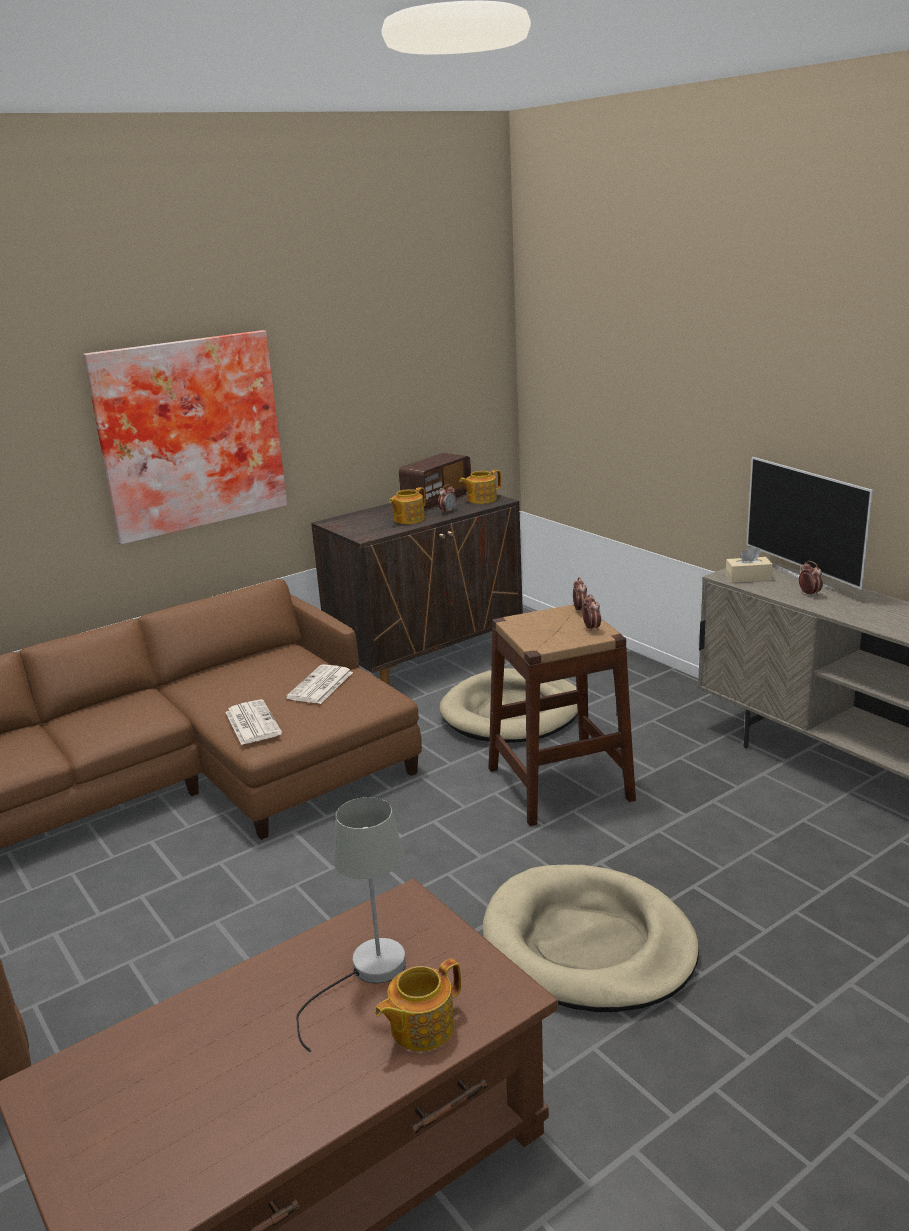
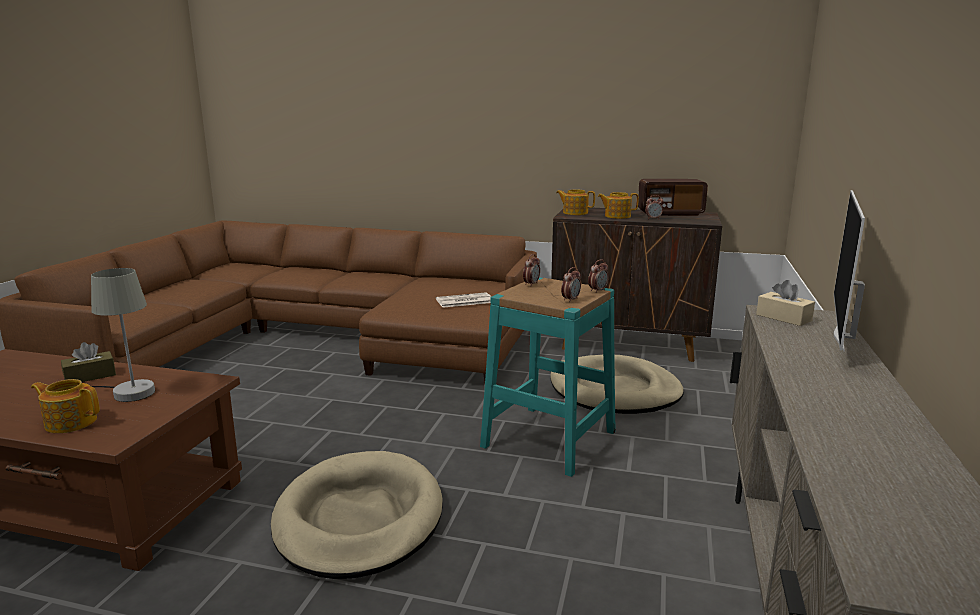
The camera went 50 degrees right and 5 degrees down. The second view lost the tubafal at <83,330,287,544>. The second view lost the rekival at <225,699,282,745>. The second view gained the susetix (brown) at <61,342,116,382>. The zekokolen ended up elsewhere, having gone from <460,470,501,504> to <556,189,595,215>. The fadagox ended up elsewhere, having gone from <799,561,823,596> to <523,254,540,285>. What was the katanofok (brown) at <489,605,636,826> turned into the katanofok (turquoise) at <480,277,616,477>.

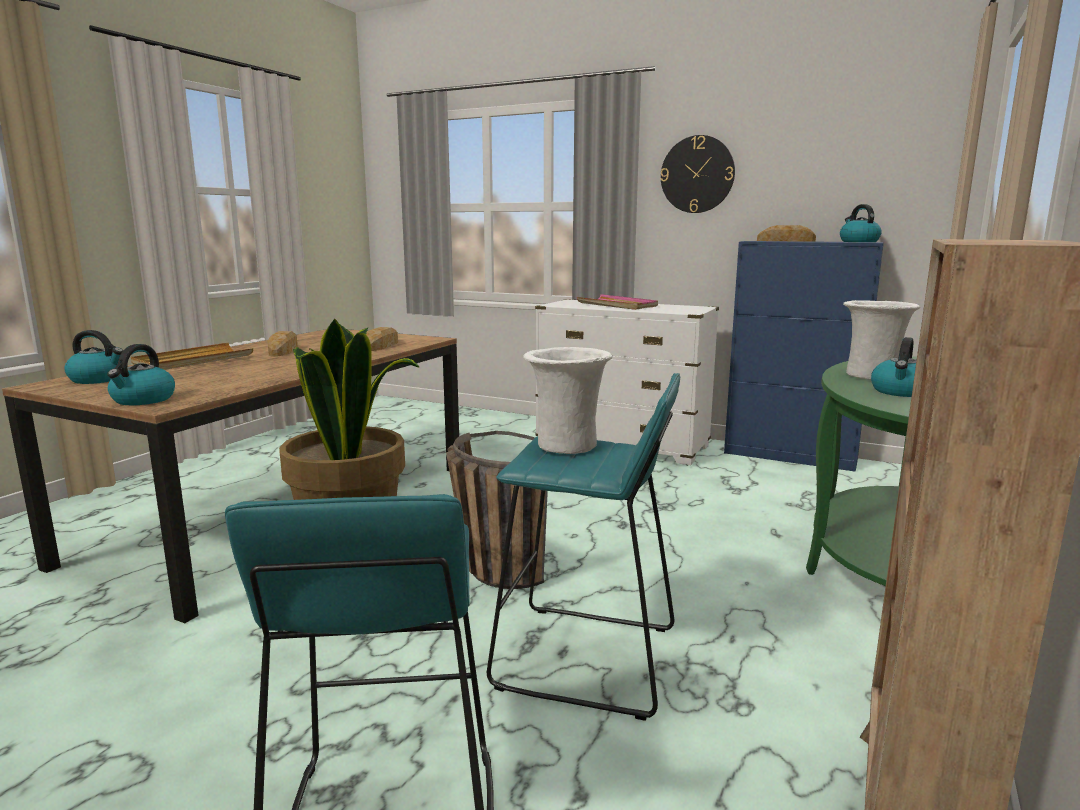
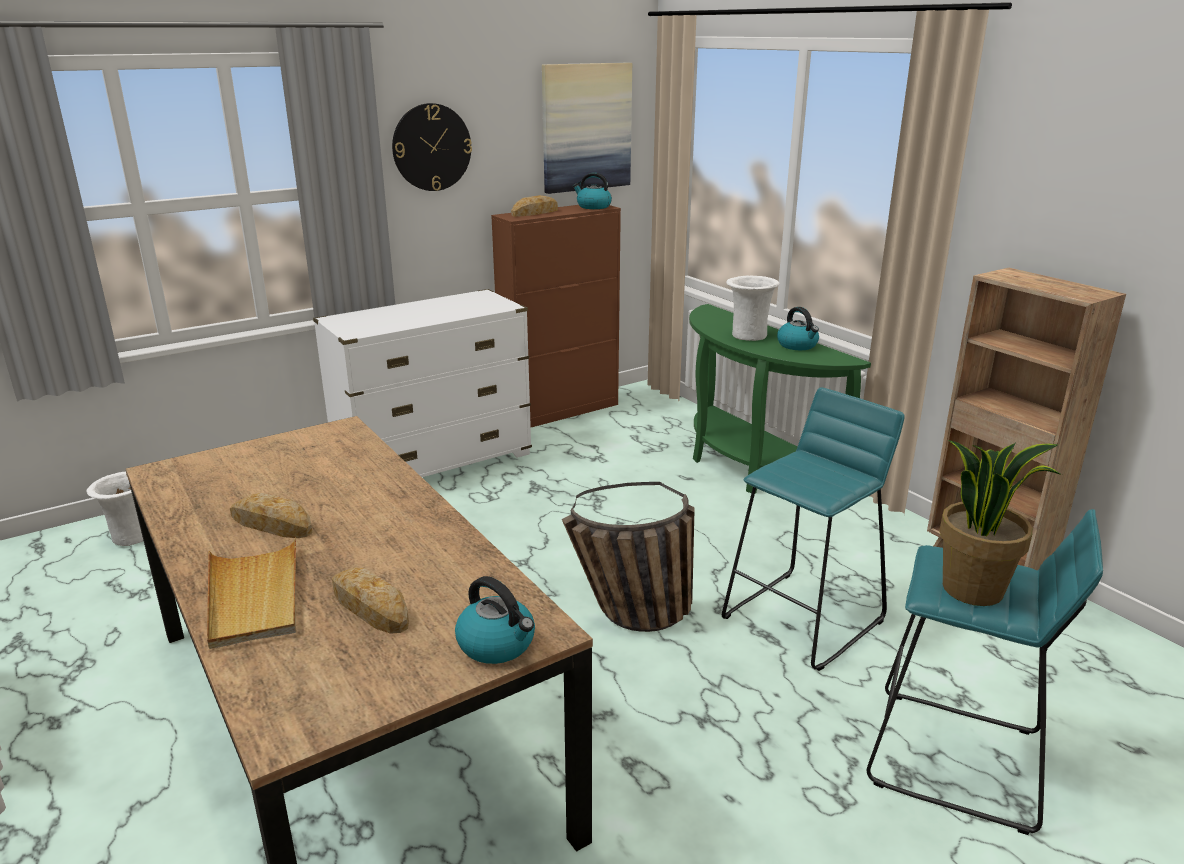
The camera went 60 degrees left and 10 degrees up. The second view lost the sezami at <64,330,123,384>. The second view lost the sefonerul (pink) at <576,294,658,310>. The second view gained the tubafal at <542,63,632,194>. The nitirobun ended up elsewhere, having gone from <366,327,398,351> to <332,567,409,634>. The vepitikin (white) ended up elsewhere, having gone from <523,347,612,454> to <86,472,143,546>. What was the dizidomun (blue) at <724,241,884,472> turned into the dizidomun (brown) at <491,205,621,427>.

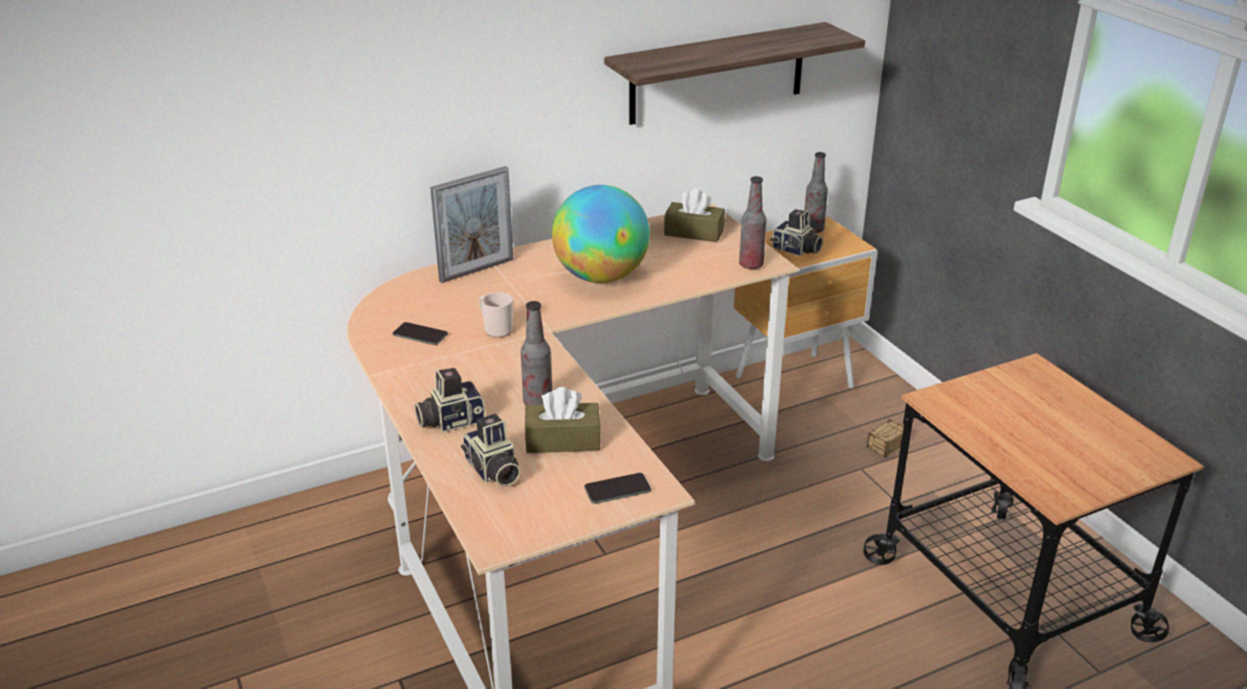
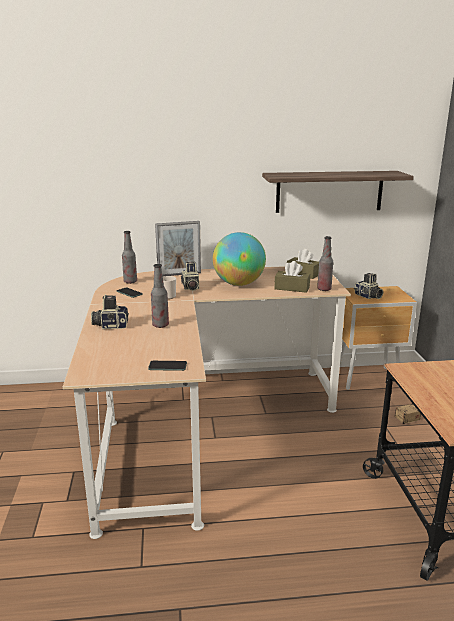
The camera went 20 degrees right and 10 degrees down. The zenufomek ended up elsewhere, having gone from <461,414,521,487> to <181,262,199,291>. The susetix (brown) ended up elsewhere, having gone from <525,387,601,453> to <274,261,310,293>. The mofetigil ended up elsewhere, having gone from <804,152,828,233> to <122,231,137,284>.

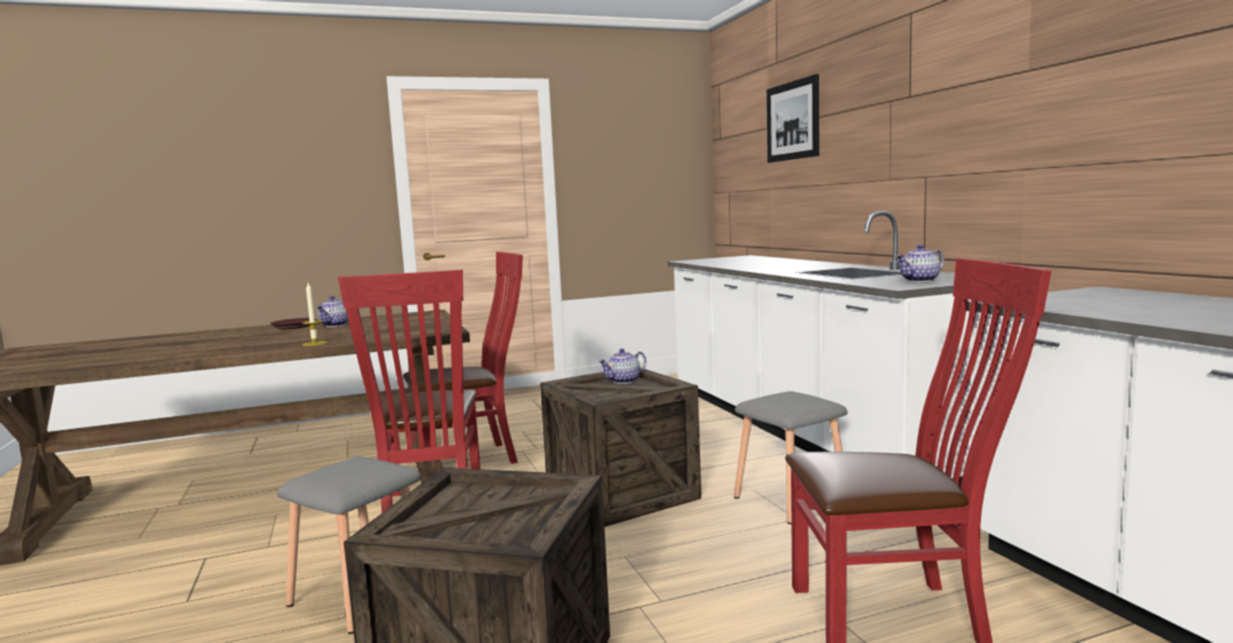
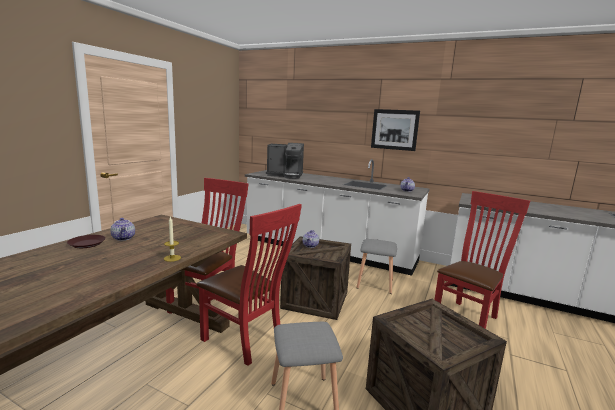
The camera went 45 degrees left and 5 degrees up. The second view gained the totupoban at <266,143,304,179>. The tubafal ended up elsewhere, having gone from <767,74,819,163> to <371,109,420,151>.

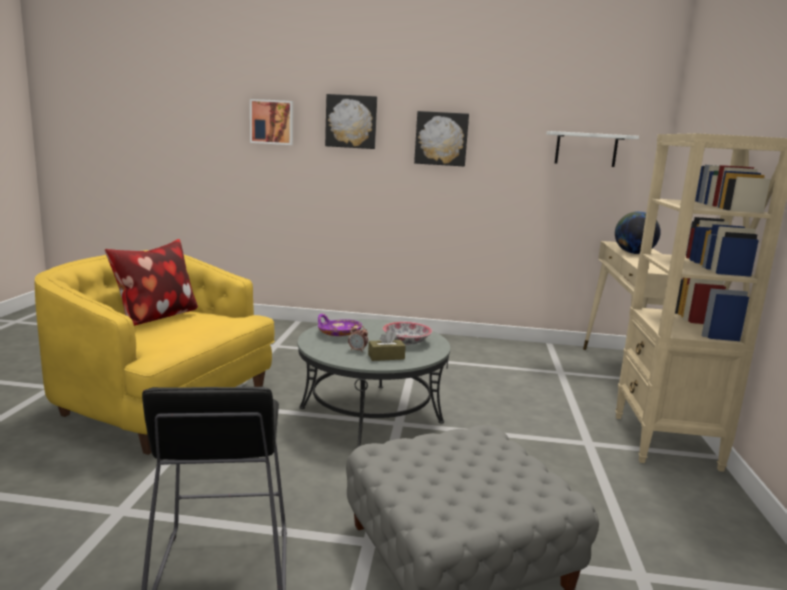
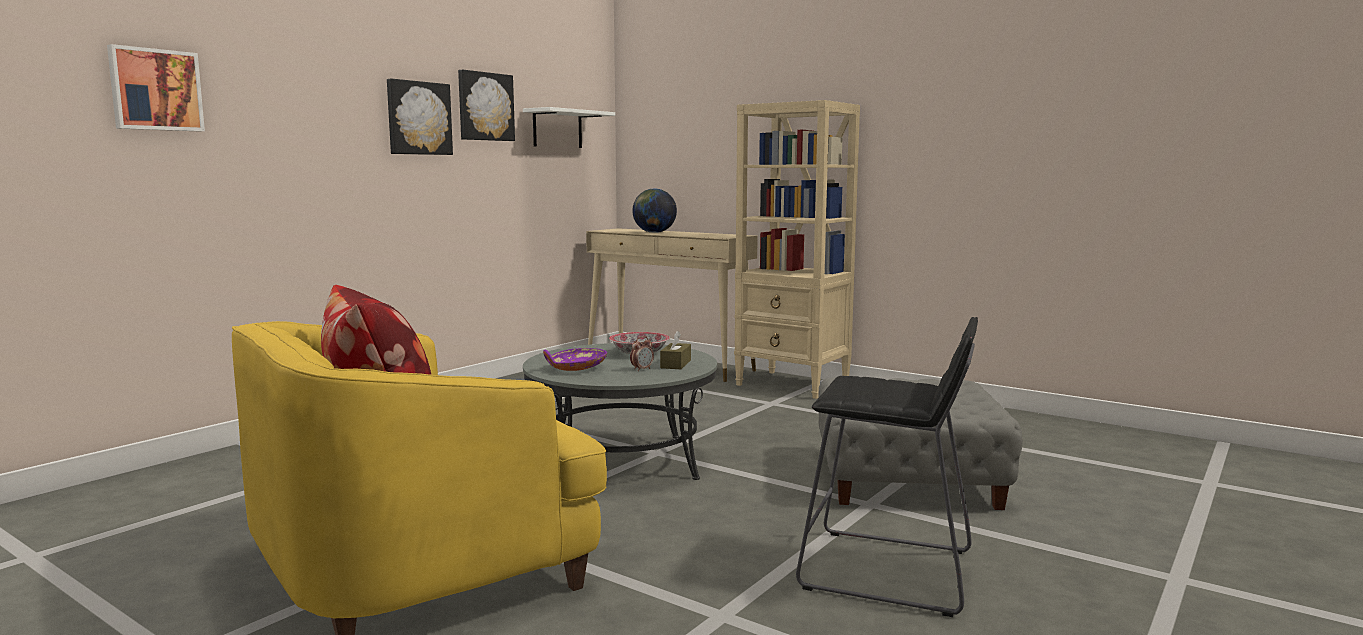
The camera went 60 degrees left and 5 degrees down. The tubafal ended up elsewhere, having gone from <325,94,377,149> to <458,70,515,141>.

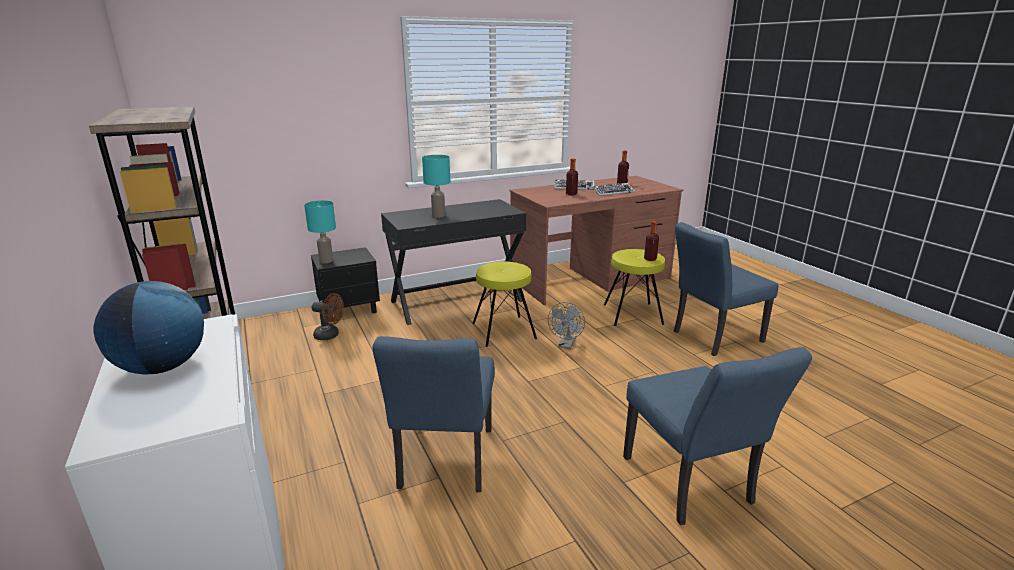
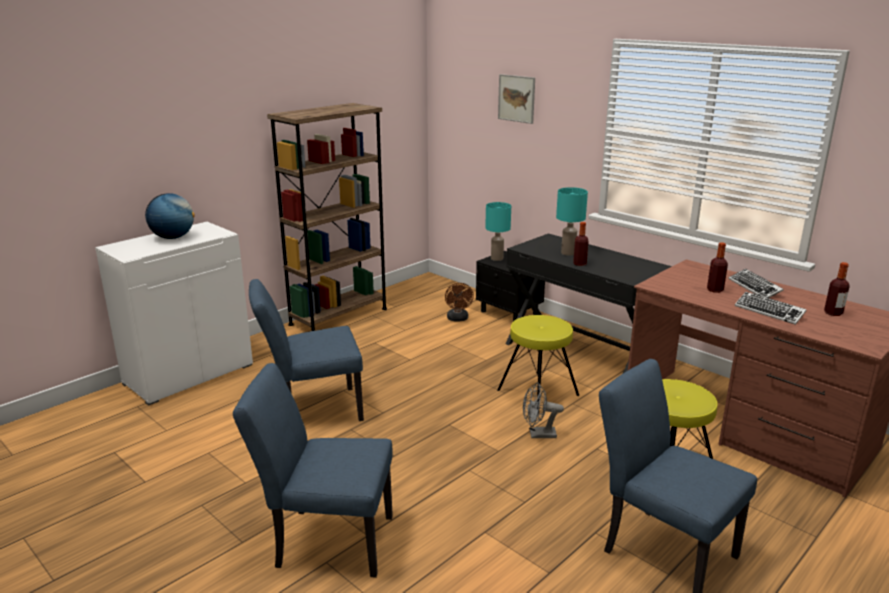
The camera went 70 degrees right and 0 degrees up. The second view gained the tubafal at <498,74,535,124>. The mofetigil ended up elsewhere, having gone from <644,221,659,261> to <573,222,589,266>. The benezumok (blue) at <623,347,812,525> ended up facing another way, 45 degrees clockwise from before.

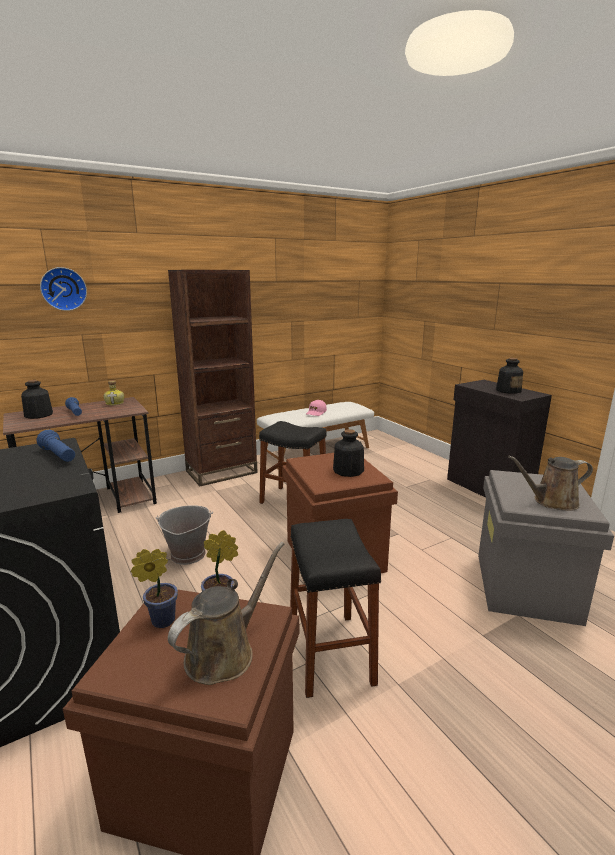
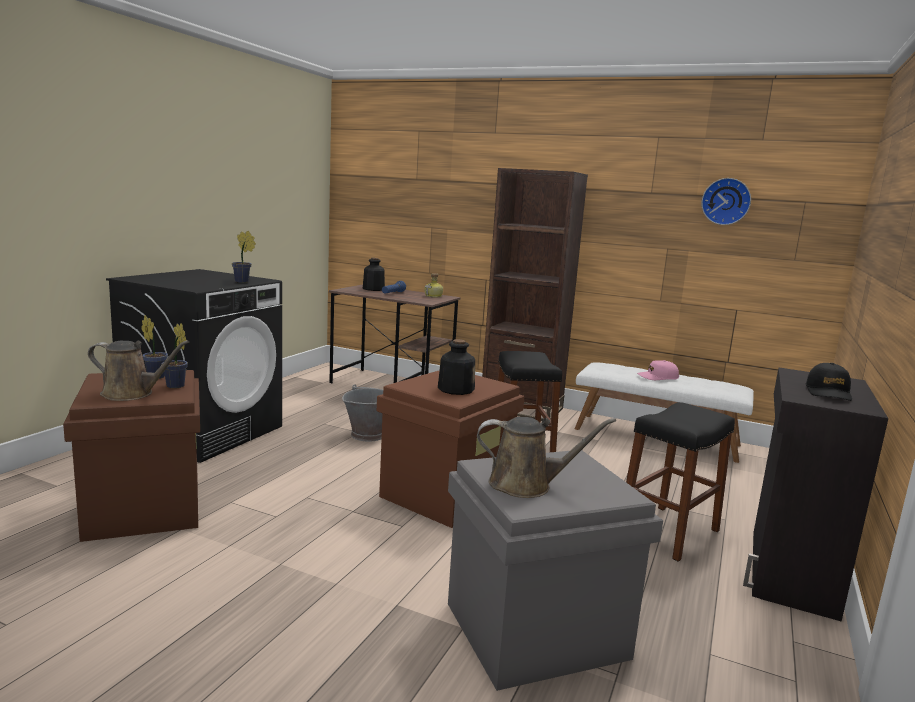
The camera went 55 degrees right and 5 degrees down. The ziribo ended up elsewhere, having gone from <40,267,87,311> to <701,178,751,225>. The katanofok (black) ended up elsewhere, having gone from <290,519,381,698> to <626,402,735,562>. Where the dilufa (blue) stood at <37,430,75,462>, the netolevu came to stand at <232,231,256,283>. Where the mofetigil stood at <496,358,523,394>, the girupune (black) came to stand at <806,363,852,401>. The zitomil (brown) at <508,456,593,511> ended up facing another way, 135 degrees clockwise from before.

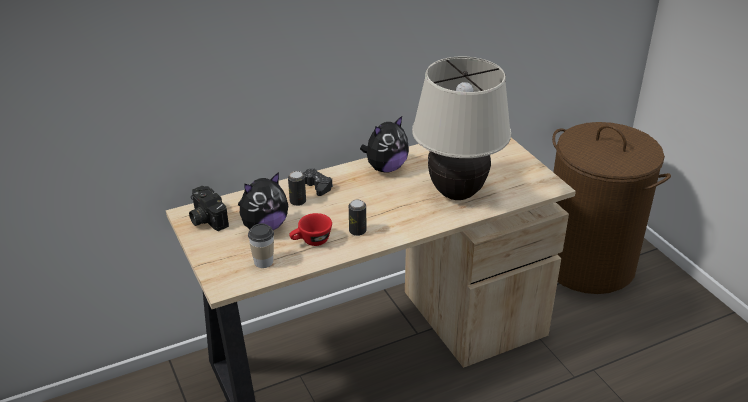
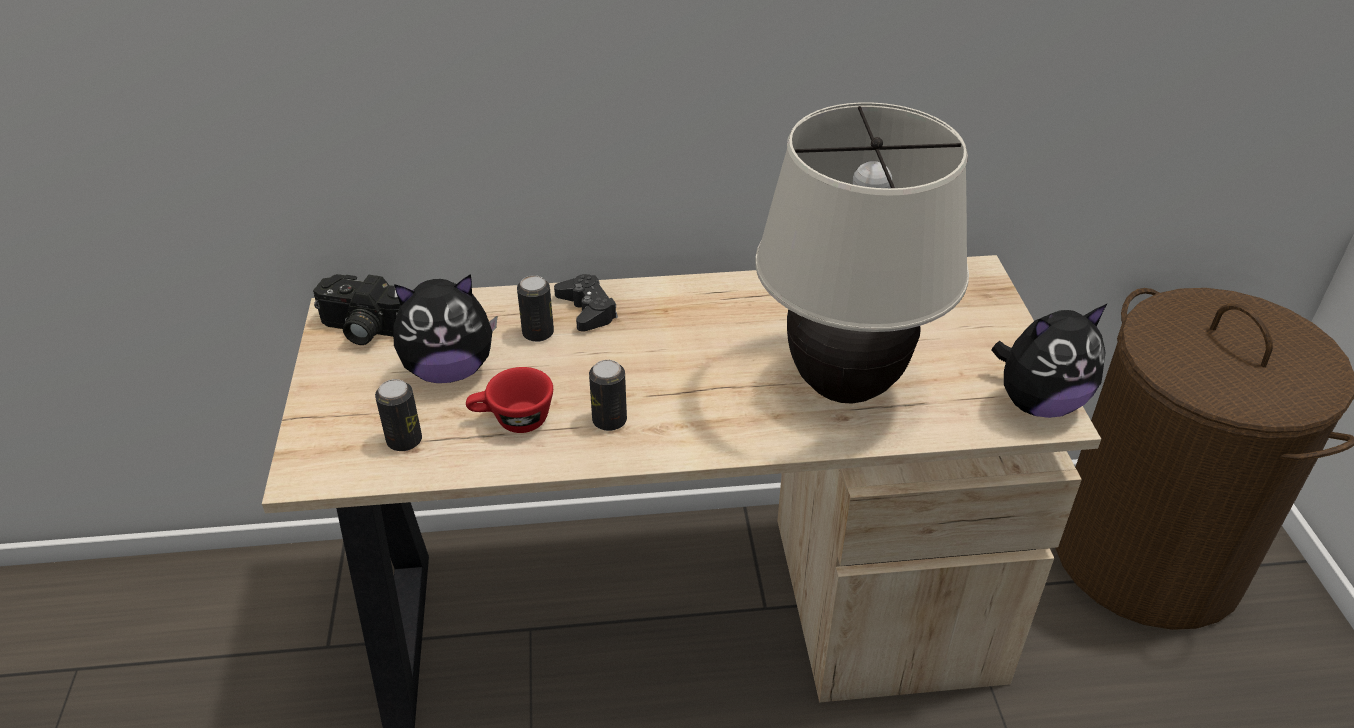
The camera went 20 degrees right and 5 degrees up. The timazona ended up elsewhere, having gone from <360,116,409,173> to <992,304,1107,418>. Where the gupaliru stood at <248,223,274,268>, the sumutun came to stand at <375,379,422,451>. The zenufomek at <189,186,229,231> ended up facing another way, 60 degrees counterclockwise from before.

